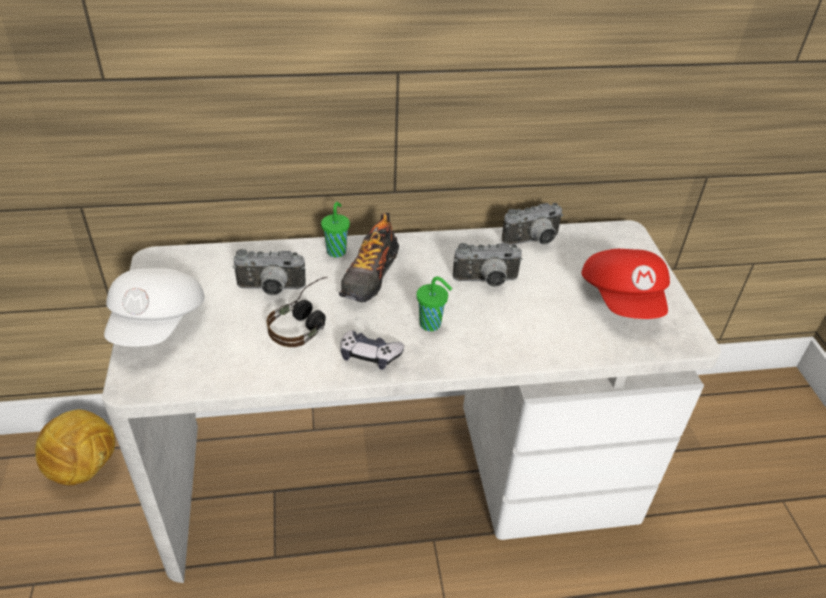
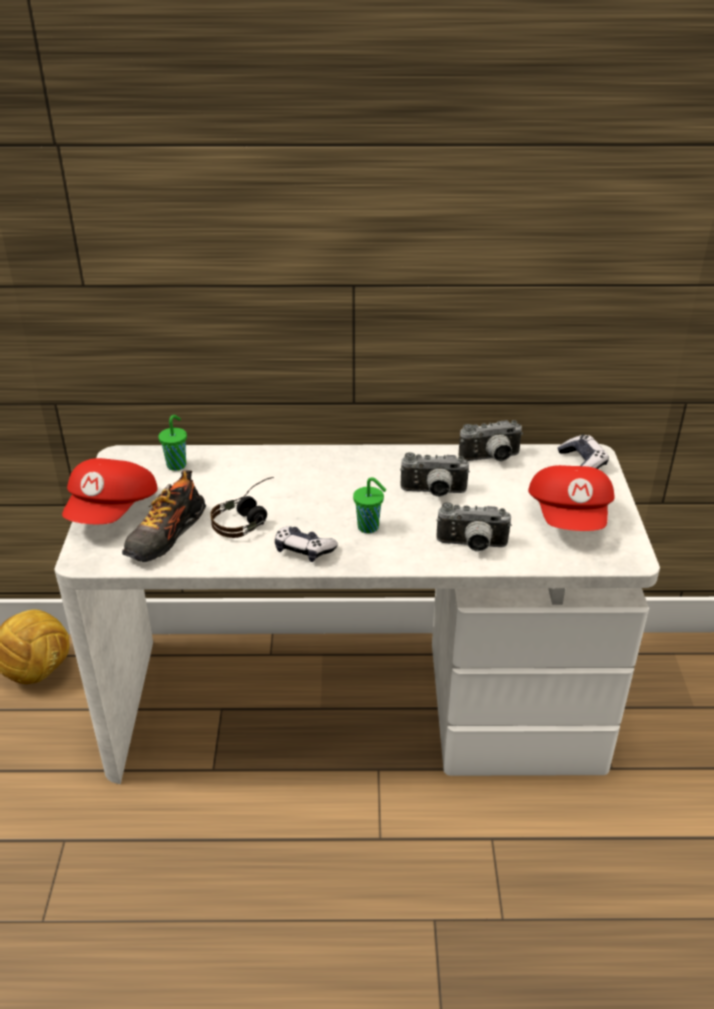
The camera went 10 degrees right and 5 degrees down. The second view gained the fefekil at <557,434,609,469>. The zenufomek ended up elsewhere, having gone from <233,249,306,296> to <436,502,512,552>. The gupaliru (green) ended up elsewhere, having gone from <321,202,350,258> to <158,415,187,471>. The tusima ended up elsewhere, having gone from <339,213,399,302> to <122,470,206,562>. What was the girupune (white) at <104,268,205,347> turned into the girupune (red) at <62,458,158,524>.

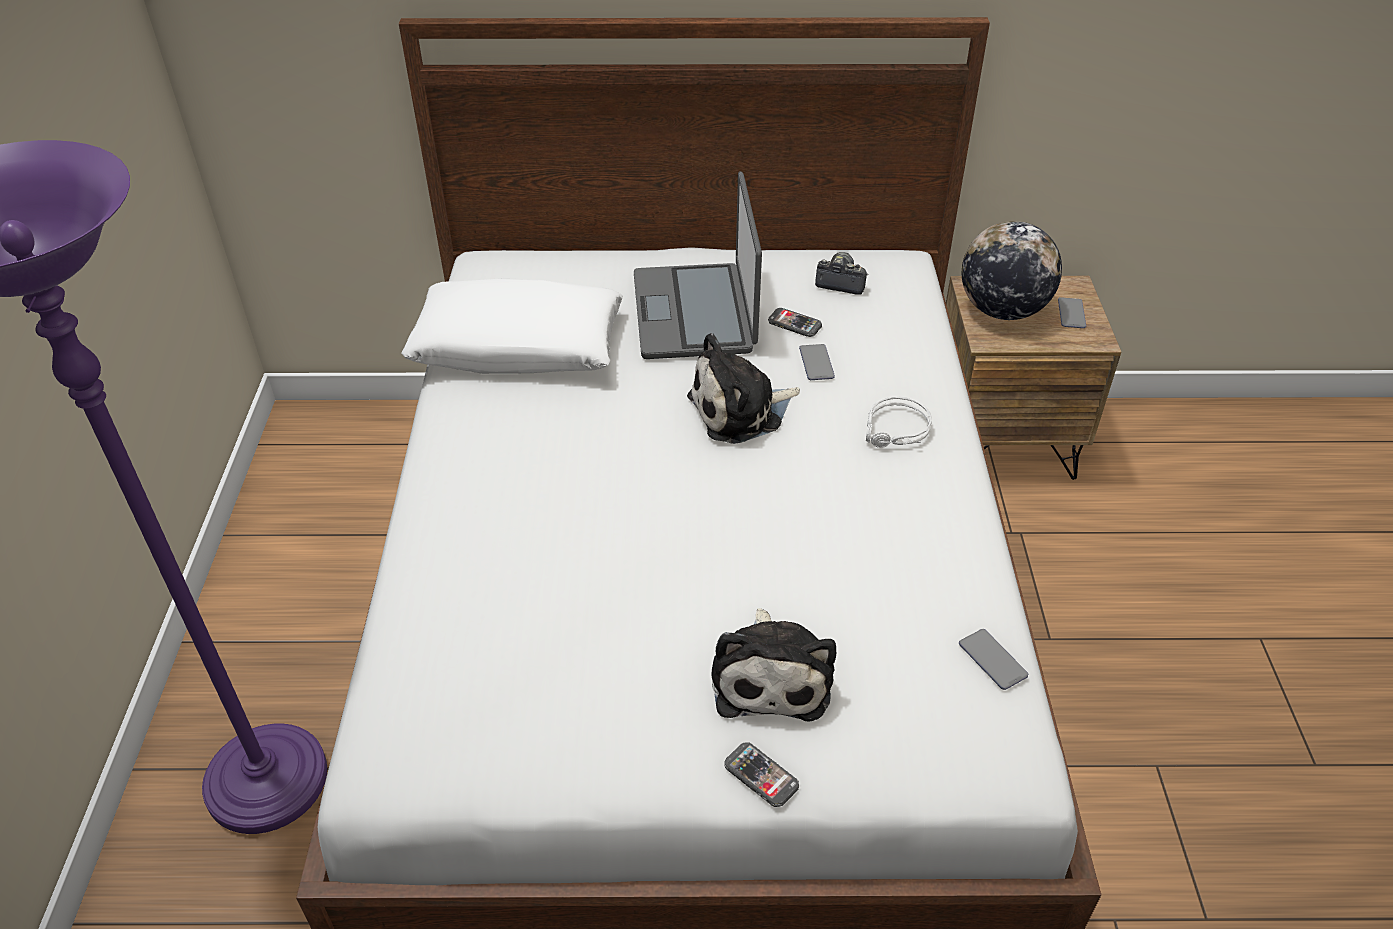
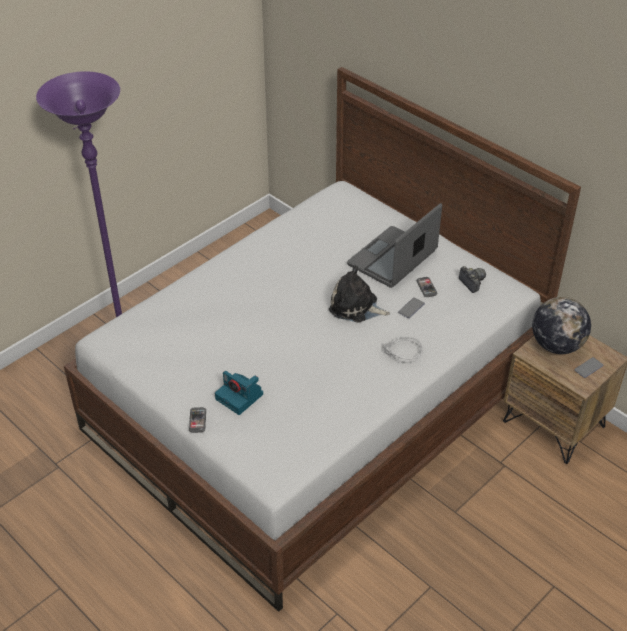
The camera went 45 degrees right and 0 degrees up. The second view lost the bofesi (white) at <401,278,623,374>. The second view lost the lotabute at <959,629,1028,690>. Where the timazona stood at <711,608,836,722>, the zenufomek came to stand at <215,371,263,415>.

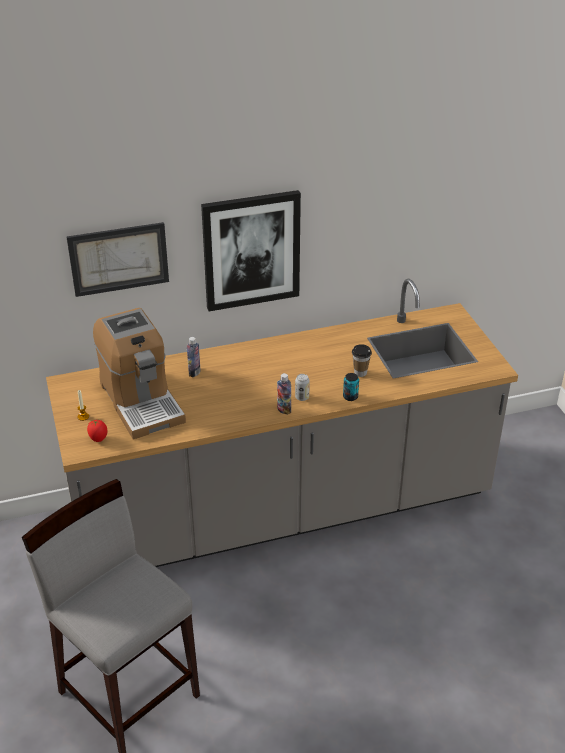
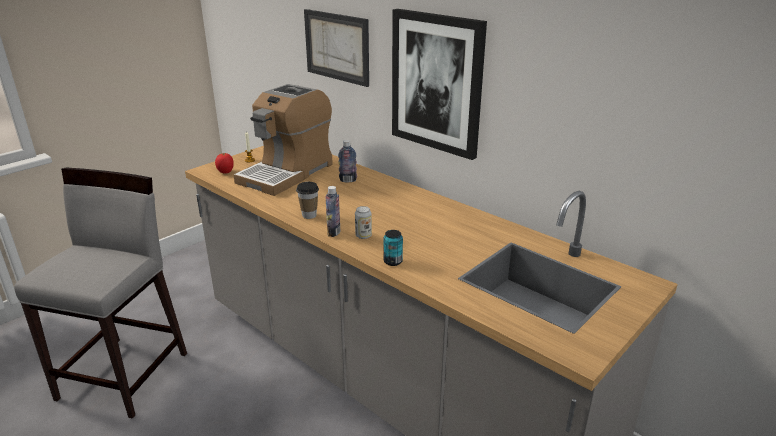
The camera went 60 degrees right and 10 degrees down. The gupaliru ended up elsewhere, having gone from <352,344,372,377> to <296,182,319,219>.

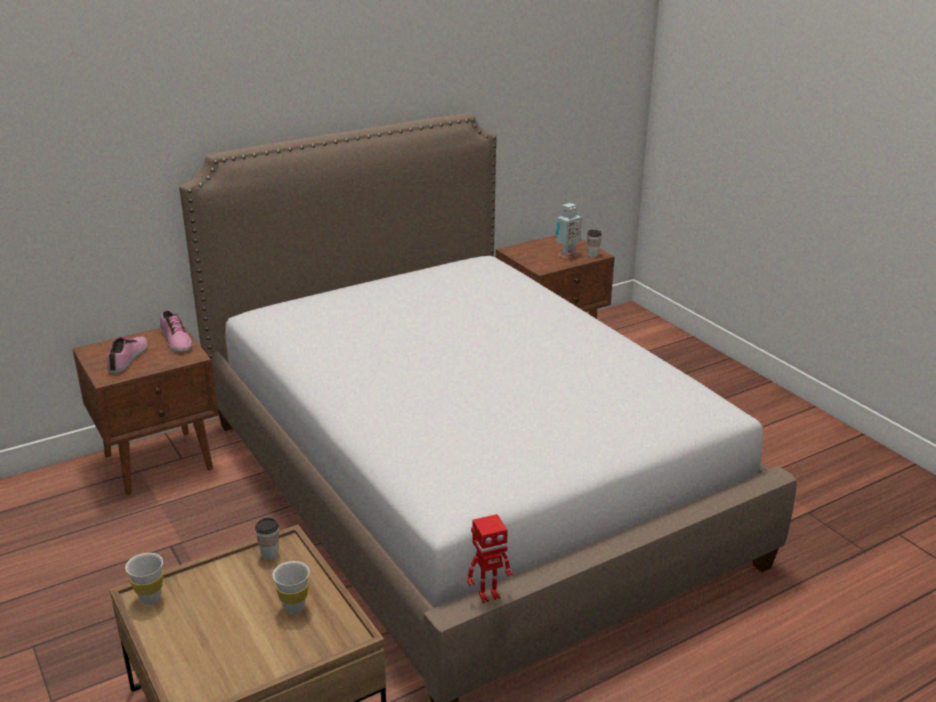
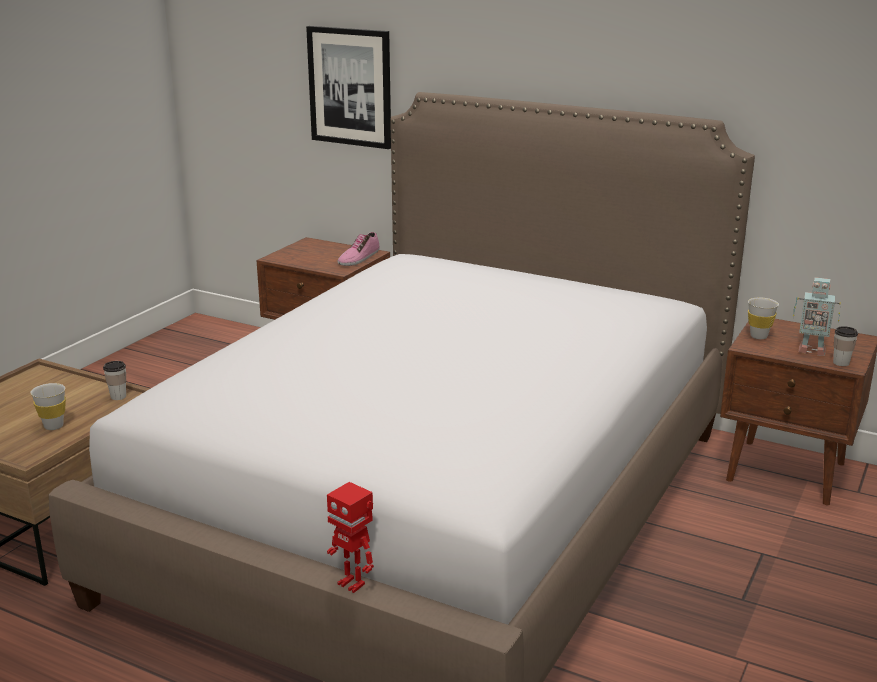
The camera went 60 degrees right and 5 degrees down. The second view lost the tusima at <107,337,148,374>. The second view gained the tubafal at <306,26,391,149>. The gupaliru (white) ended up elsewhere, having gone from <125,553,164,605> to <748,297,779,339>. The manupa ended up elsewhere, having gone from <468,514,513,603> to <327,482,374,593>.

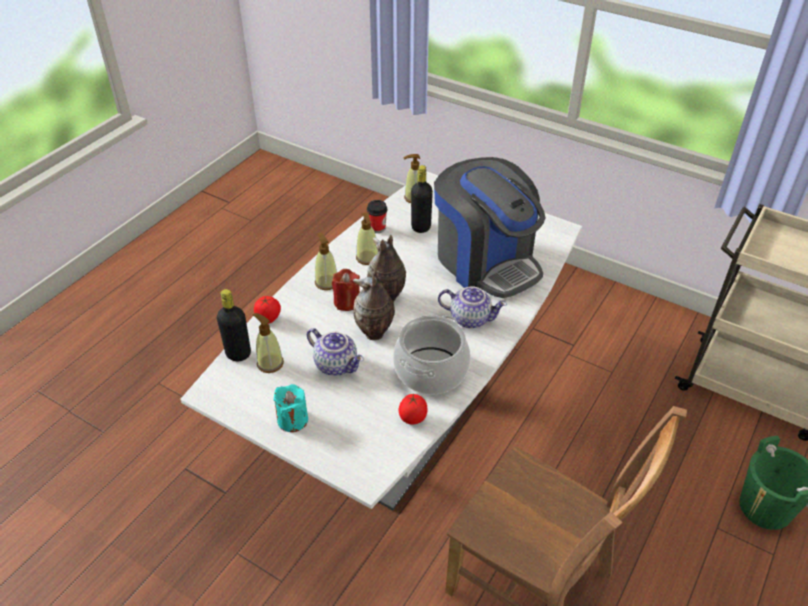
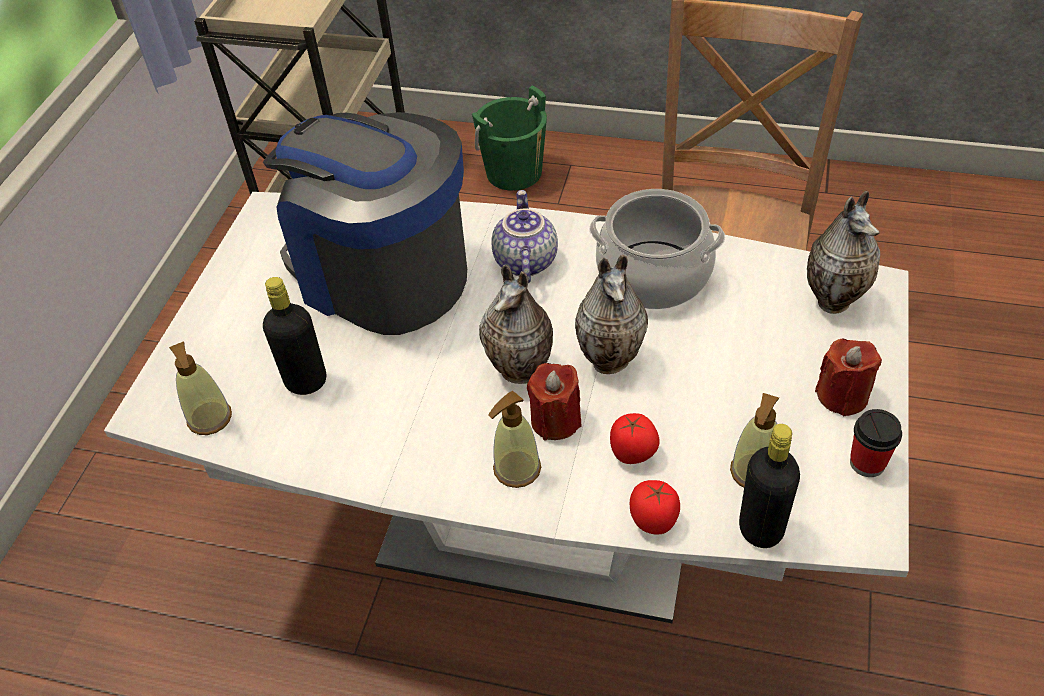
The camera went 105 degrees left and 5 degrees up. The second view lost the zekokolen at <307,328,364,376>. The second view lost the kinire at <356,212,378,265>. The second view gained the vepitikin at <807,191,880,314>. The gupaliru ended up elsewhere, having gone from <367,200,387,233> to <850,409,902,477>. The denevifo ended up elsewhere, having gone from <398,394,427,425> to <610,413,660,464>. What was the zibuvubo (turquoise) at <274,384,308,432> turned into the zibuvubo (red) at <815,339,882,416>. The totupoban at <434,157,546,298> ended up facing another way, 90 degrees counterclockwise from before.

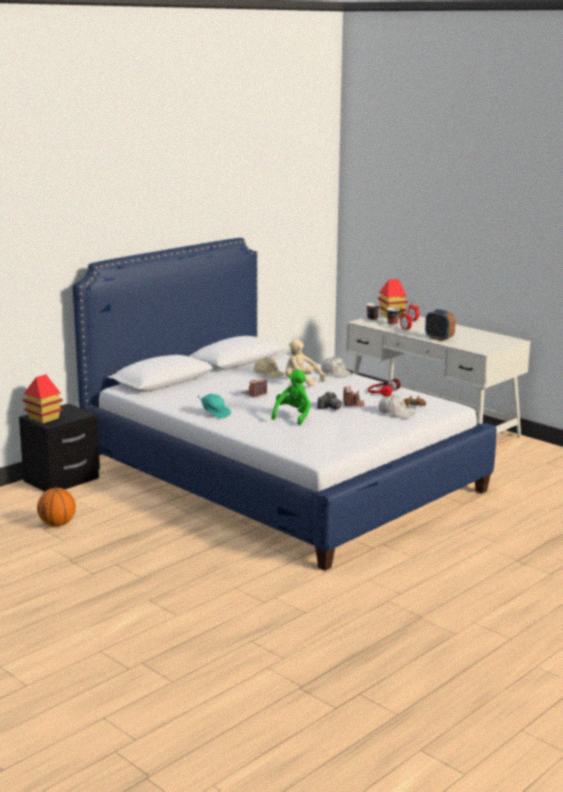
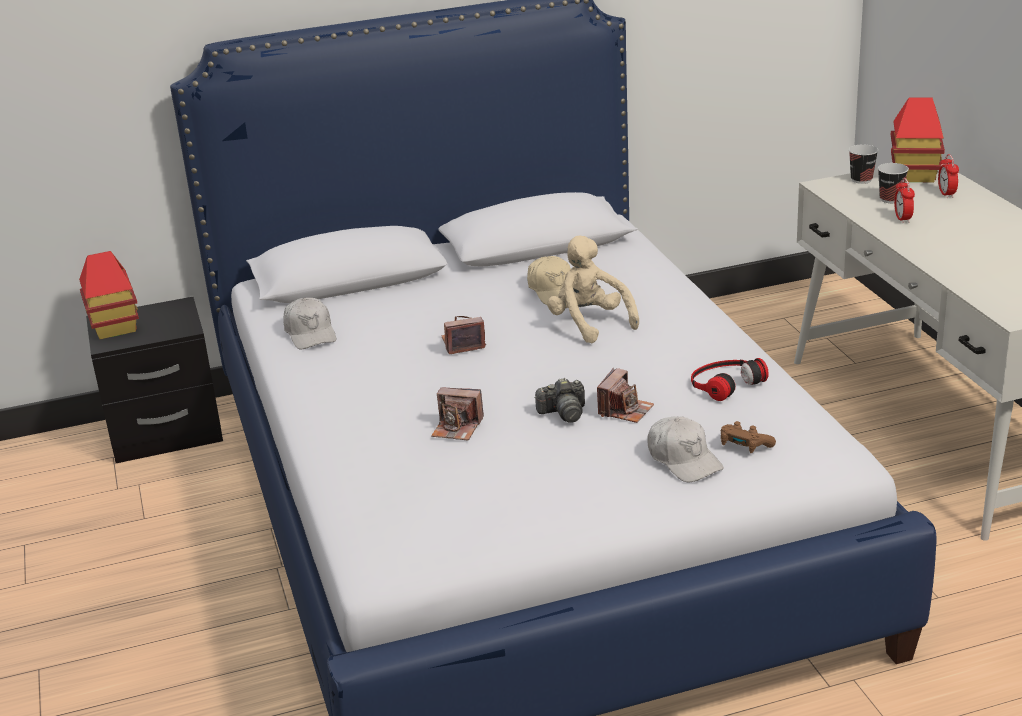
The camera went 30 degrees right and 10 degrees up. The second view lost the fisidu at <37,488,76,527>. The second view lost the girupune (turquoise) at <198,394,231,419>. The second view lost the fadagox at <425,309,456,341>. The girupune (white) ended up elsewhere, having gone from <321,357,353,378> to <283,298,336,349>. Where the timazona (green) stood at <271,369,311,425>, the zenufomek came to stand at <431,388,484,440>.

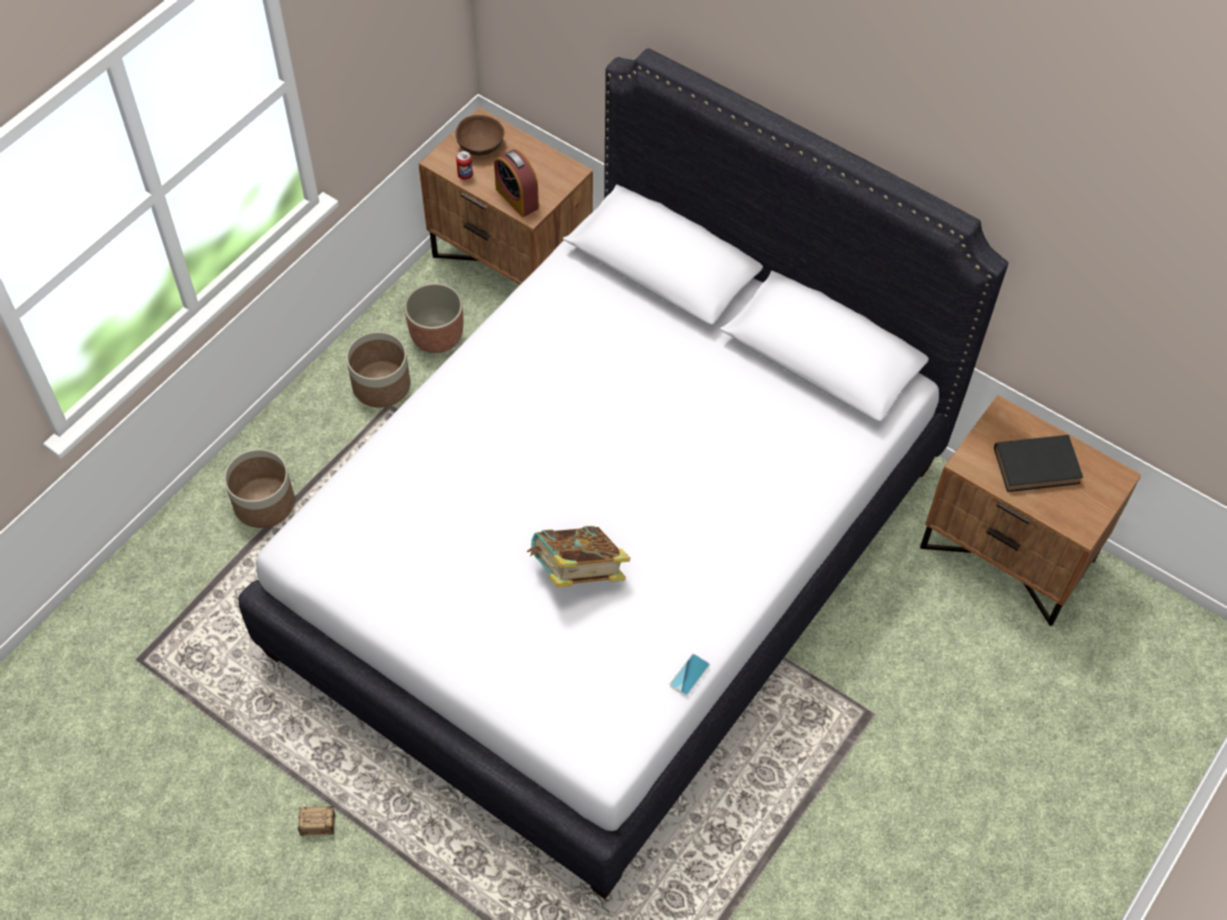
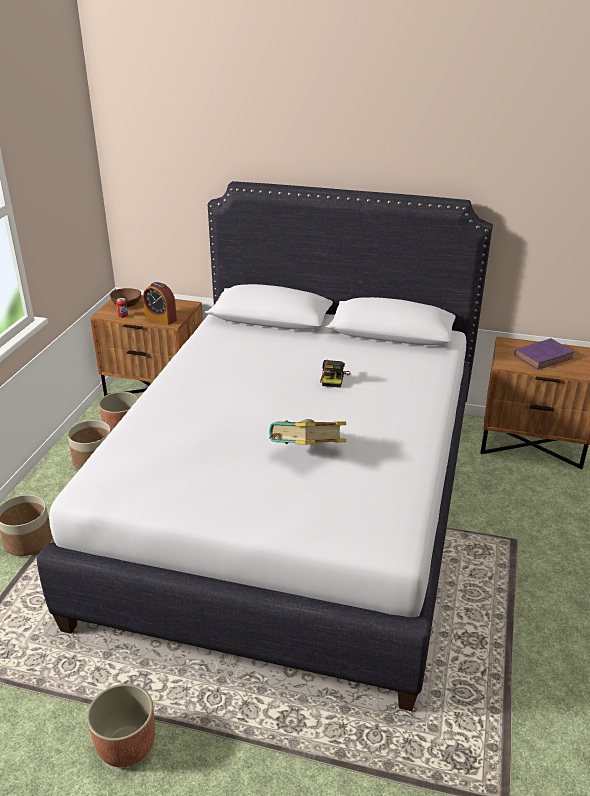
The camera went 20 degrees left and 25 degrees down. The second view lost the lotabute at <669,654,710,696>. The second view gained the zenufomek at <320,360,351,388>. Where the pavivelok stood at <244,805,336,836>, the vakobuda came to stand at <87,684,155,767>. What was the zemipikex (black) at <994,435,1083,492> turned into the zemipikex (purple) at <514,338,575,370>.

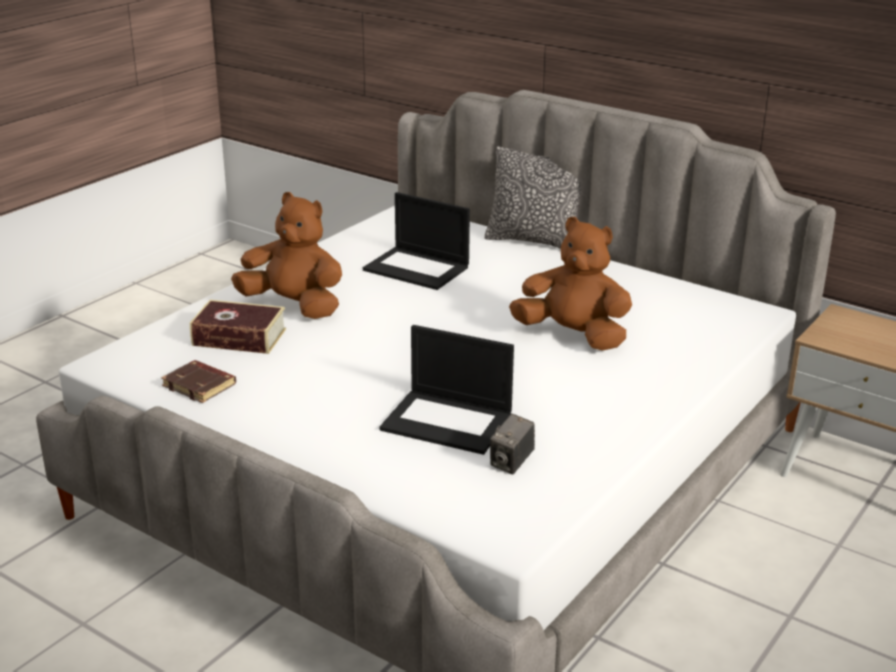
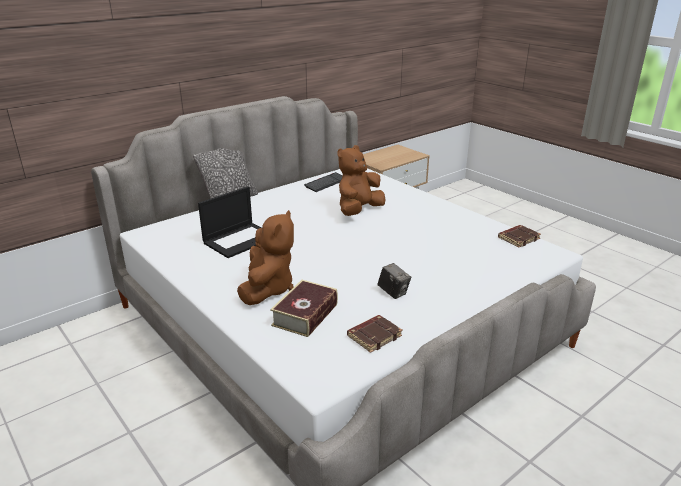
The camera went 75 degrees left and 0 degrees up. The second view lost the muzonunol at <380,325,514,455>. The second view gained the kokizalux at <304,172,342,192>. The second view gained the zemipikex (brown) at <498,225,541,247>. The zenufomek ended up elsewhere, having gone from <490,414,535,474> to <377,263,411,299>. The timazona (brown) at <231,192,342,319> ended up facing another way, 150 degrees clockwise from before.

